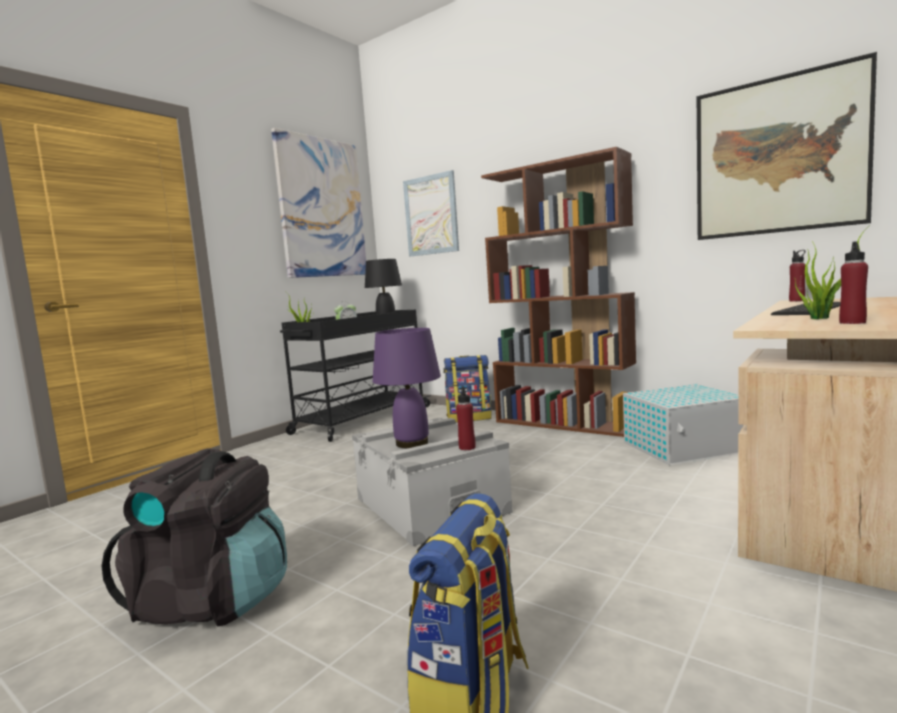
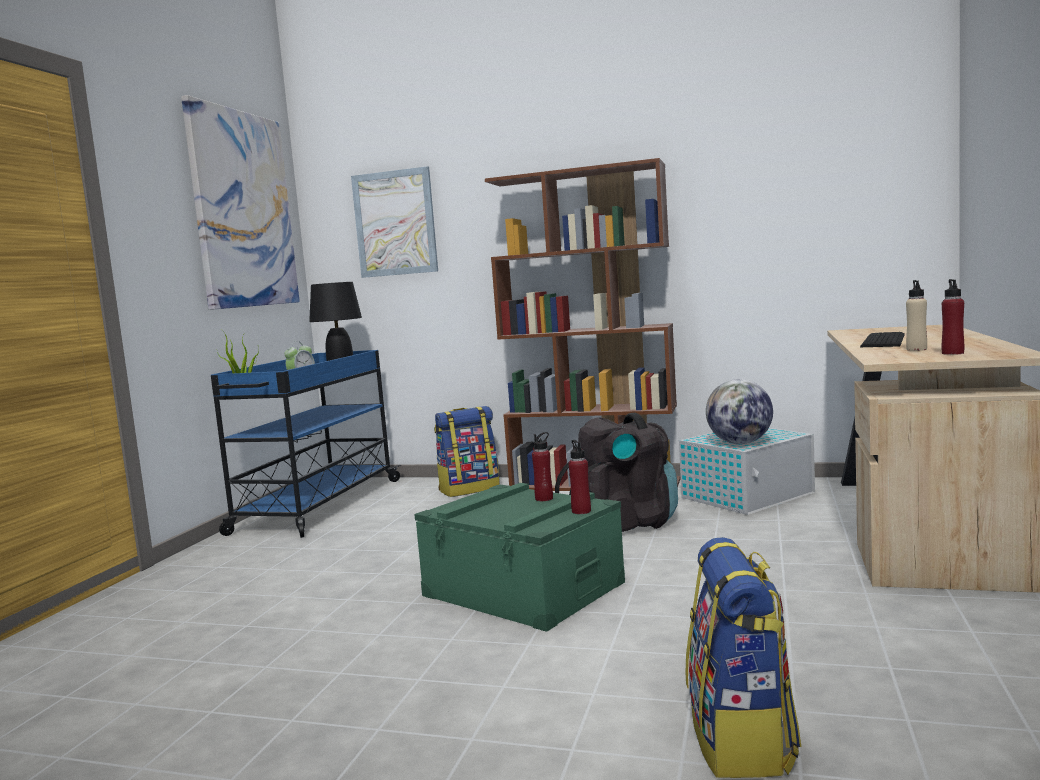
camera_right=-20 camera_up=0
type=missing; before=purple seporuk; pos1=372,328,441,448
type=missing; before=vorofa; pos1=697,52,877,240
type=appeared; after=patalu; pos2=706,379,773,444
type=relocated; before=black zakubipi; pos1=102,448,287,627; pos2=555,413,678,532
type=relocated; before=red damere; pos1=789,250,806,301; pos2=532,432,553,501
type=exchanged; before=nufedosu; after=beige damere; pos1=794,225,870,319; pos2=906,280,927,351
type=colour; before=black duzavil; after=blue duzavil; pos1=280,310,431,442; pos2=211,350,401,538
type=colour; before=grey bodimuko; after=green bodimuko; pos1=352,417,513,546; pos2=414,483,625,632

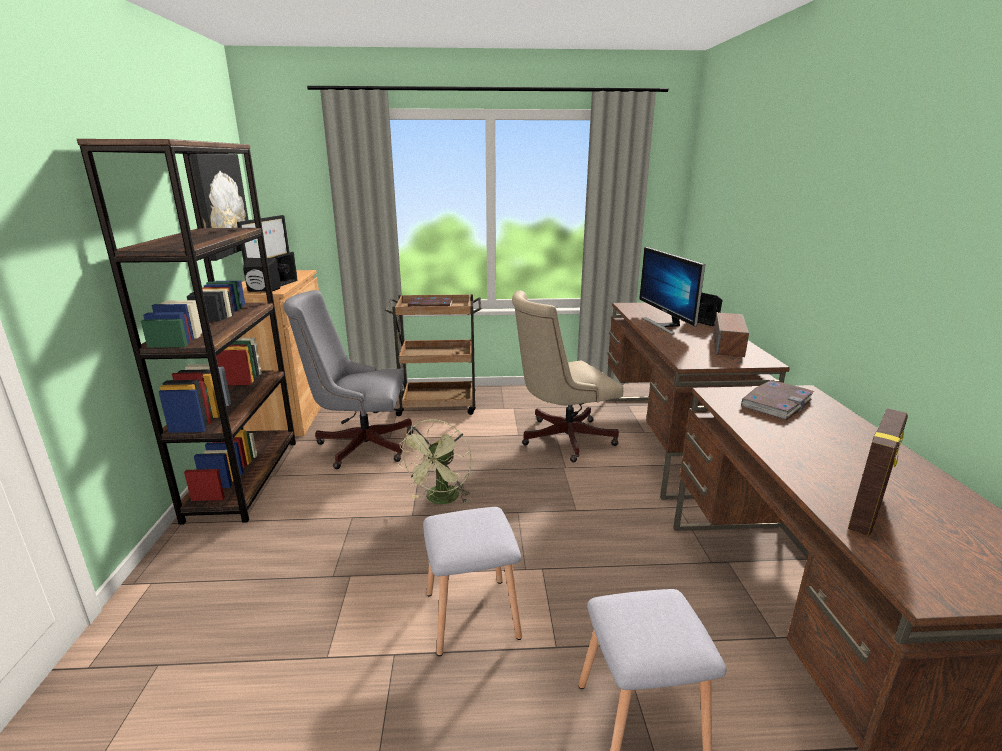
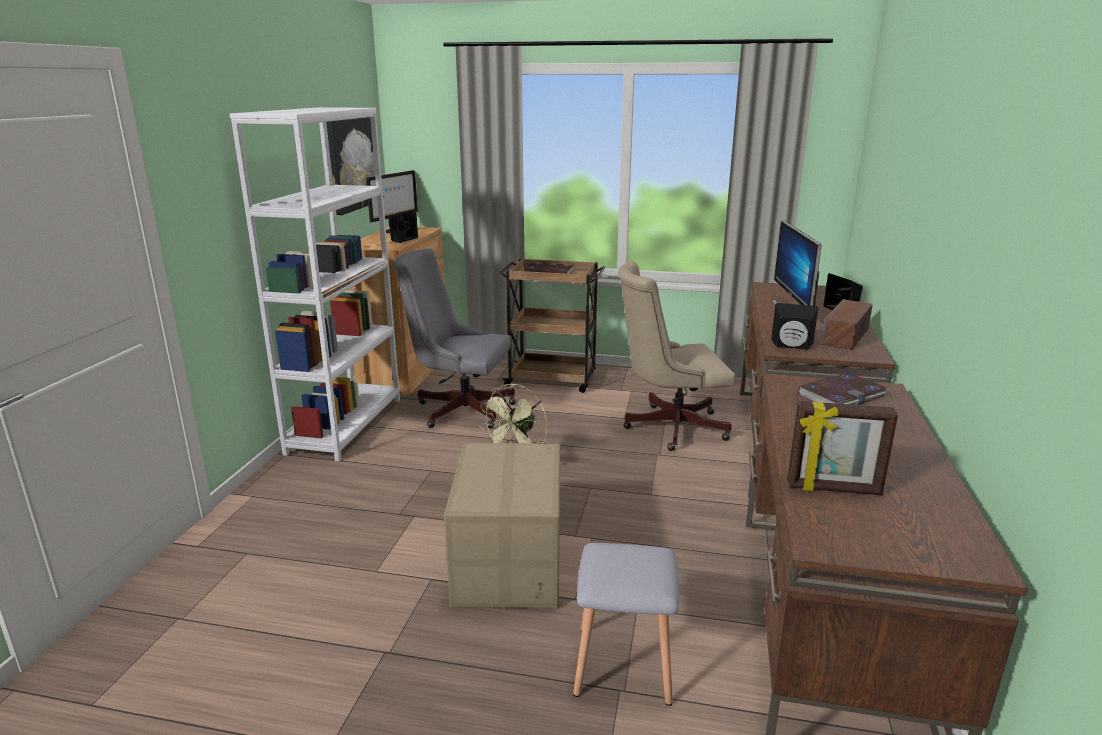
camera_right=15 camera_up=0
type=relocated; before=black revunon; pos1=243,258,280,292; pos2=771,303,818,350
type=exchanged; before=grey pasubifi; after=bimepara; pos1=423,507,522,656; pos2=444,443,560,608
type=colour; before=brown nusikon; after=white nusikon; pos1=77,139,296,525; pos2=229,107,400,462
type=spun; before=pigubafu; pos1=848,408,908,536; pos2=787,401,898,496; turn=45

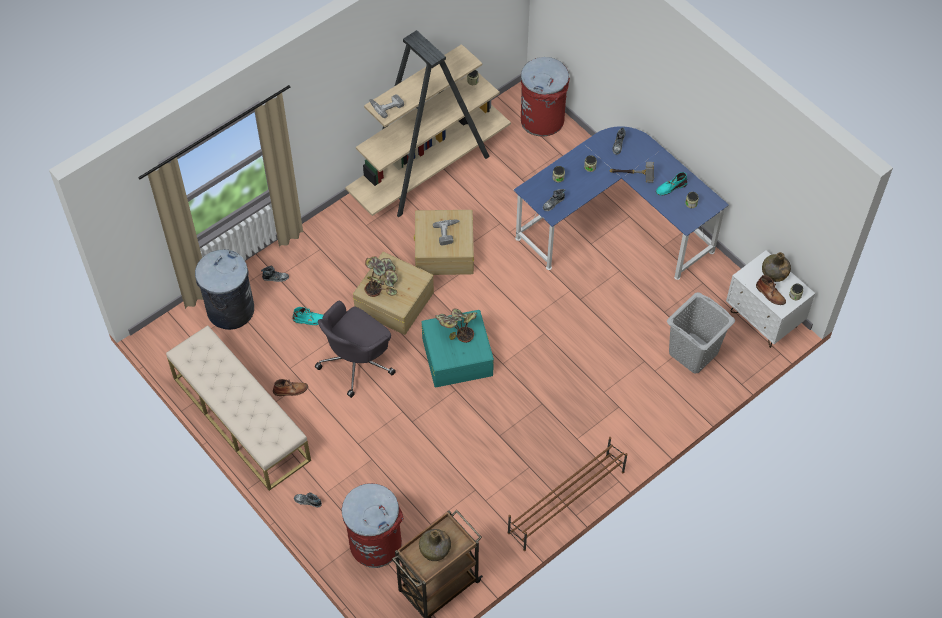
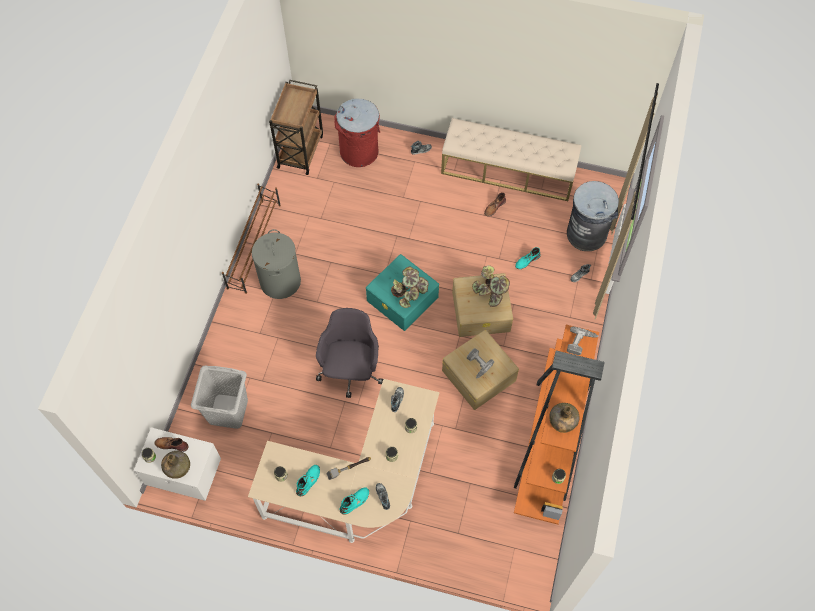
camera_right=145 camera_up=5
type=missing; before=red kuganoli; pos1=521,57,570,137
type=appeared; after=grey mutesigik; pos2=252,229,301,299
type=appeared; after=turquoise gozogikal; pos2=339,487,369,515
type=relocated; before=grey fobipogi; pos1=315,300,396,398; pos2=316,308,383,398
type=relocated; before=green damere; pos1=419,529,451,561; pos2=549,403,580,433
type=colour; before=beige nusikon; after=orange nusikon; pos1=345,30,511,217; pos2=514,325,605,524
type=colour; before=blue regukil; after=beige regukil; pos1=513,126,729,280; pos2=248,379,440,543

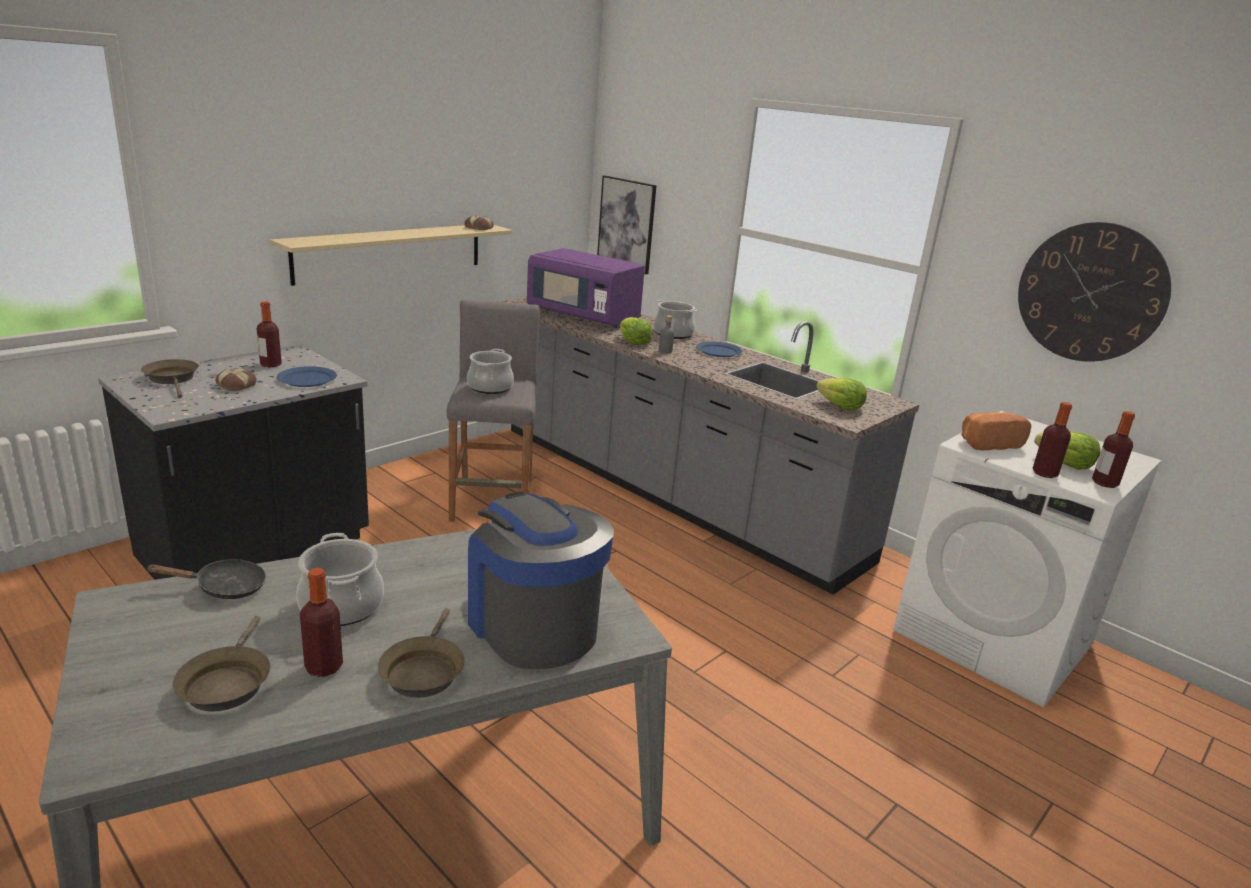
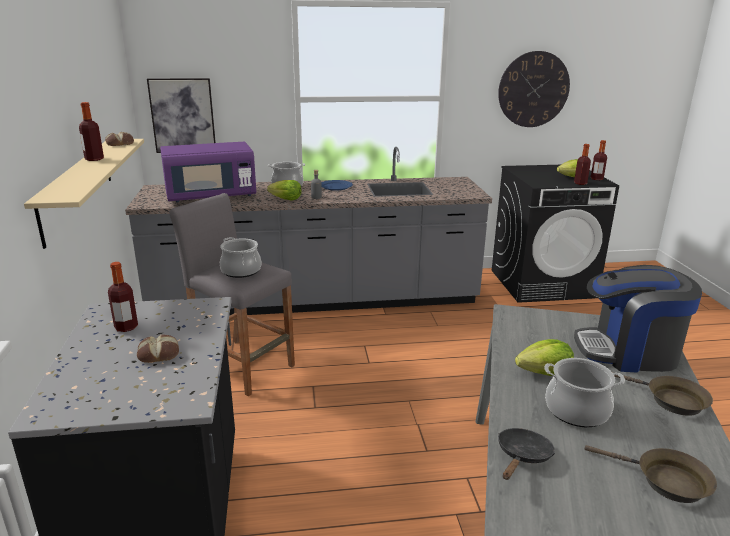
camera_right=-50 camera_up=0
type=missing; before=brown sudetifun; pos1=141,359,198,398
type=missing; before=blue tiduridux; pos1=277,366,337,387
type=missing; before=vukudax; pos1=961,412,1031,450
type=relocated; before=damere; pos1=300,568,343,677; pos2=79,102,104,161
type=relocated; before=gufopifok; pos1=816,378,867,411; pos2=515,339,574,376
type=colour; before=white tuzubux; after=black tuzubux; pos1=893,411,1162,707; pos2=492,165,619,303

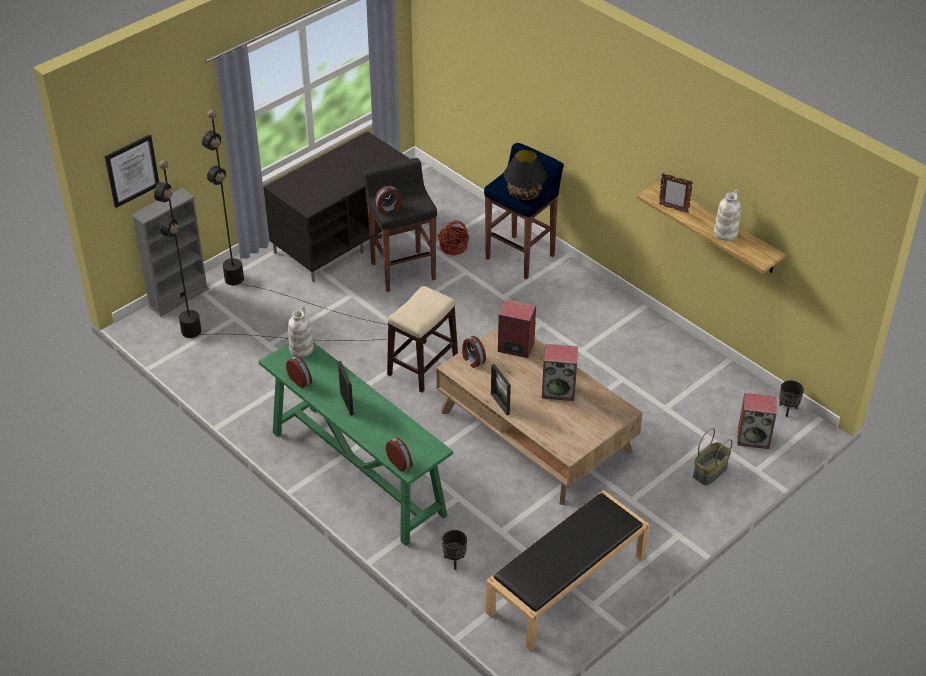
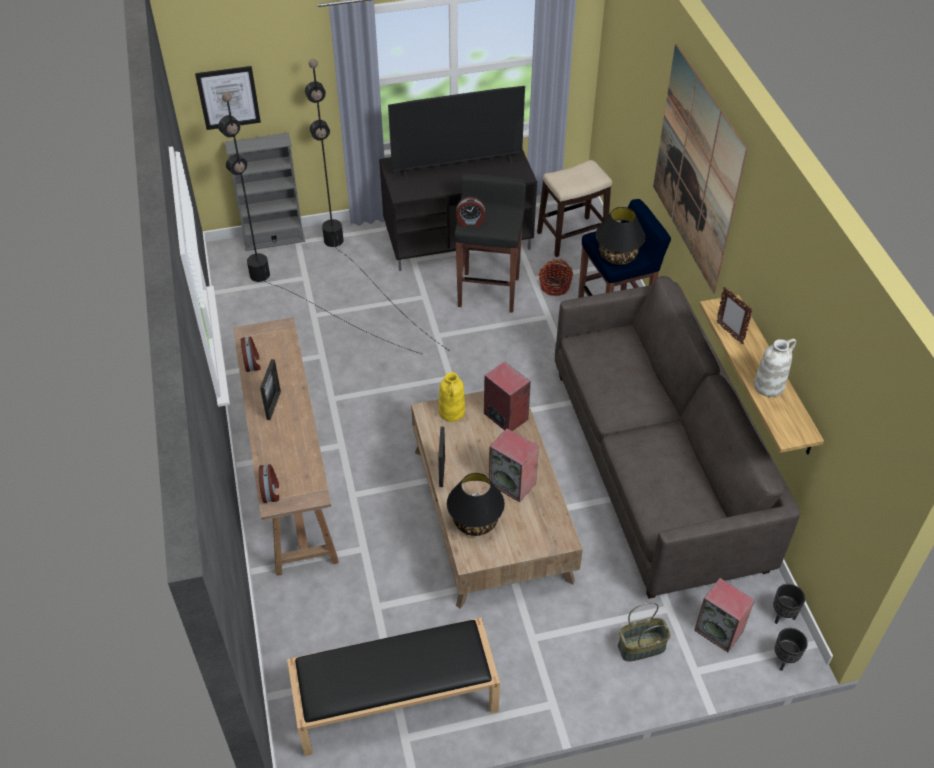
camera_right=30 camera_up=5
type=missing; before=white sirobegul; pos1=288,306,314,357
type=appeared; after=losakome; pos2=388,86,525,180
type=appeared; after=black seporuk; pos2=447,473,505,536
type=appeared; after=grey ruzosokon; pos2=555,276,800,599
type=appeared; after=vorofa; pos2=653,44,748,294
type=relocated; before=pasubifi; pos1=387,286,458,393; pos2=537,160,612,257
type=relocated; before=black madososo; pos1=442,530,467,570; pos2=774,628,808,671
type=exchanged; before=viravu; after=yellow sirobegul; pos1=462,336,486,368; pos2=439,372,465,422
type=colour; before=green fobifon; after=brown fobifon; pos1=259,342,453,546; pos2=233,317,339,576

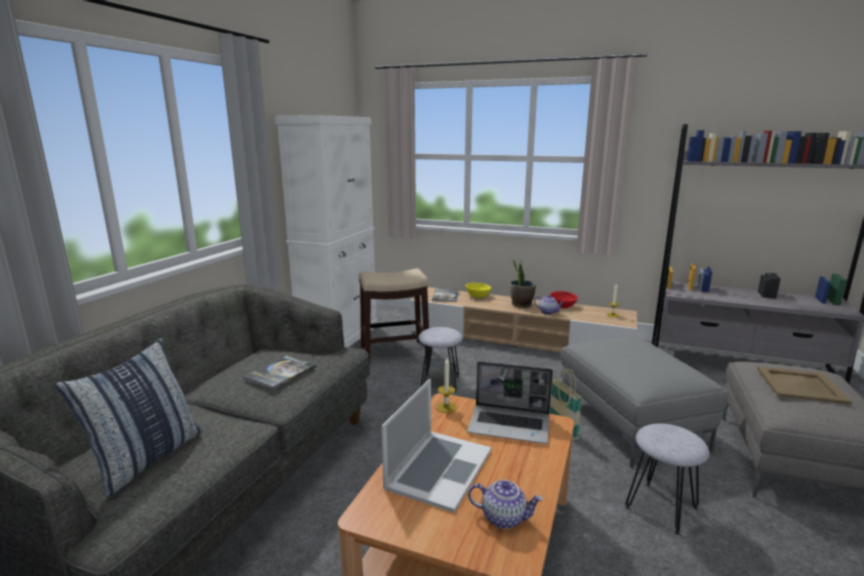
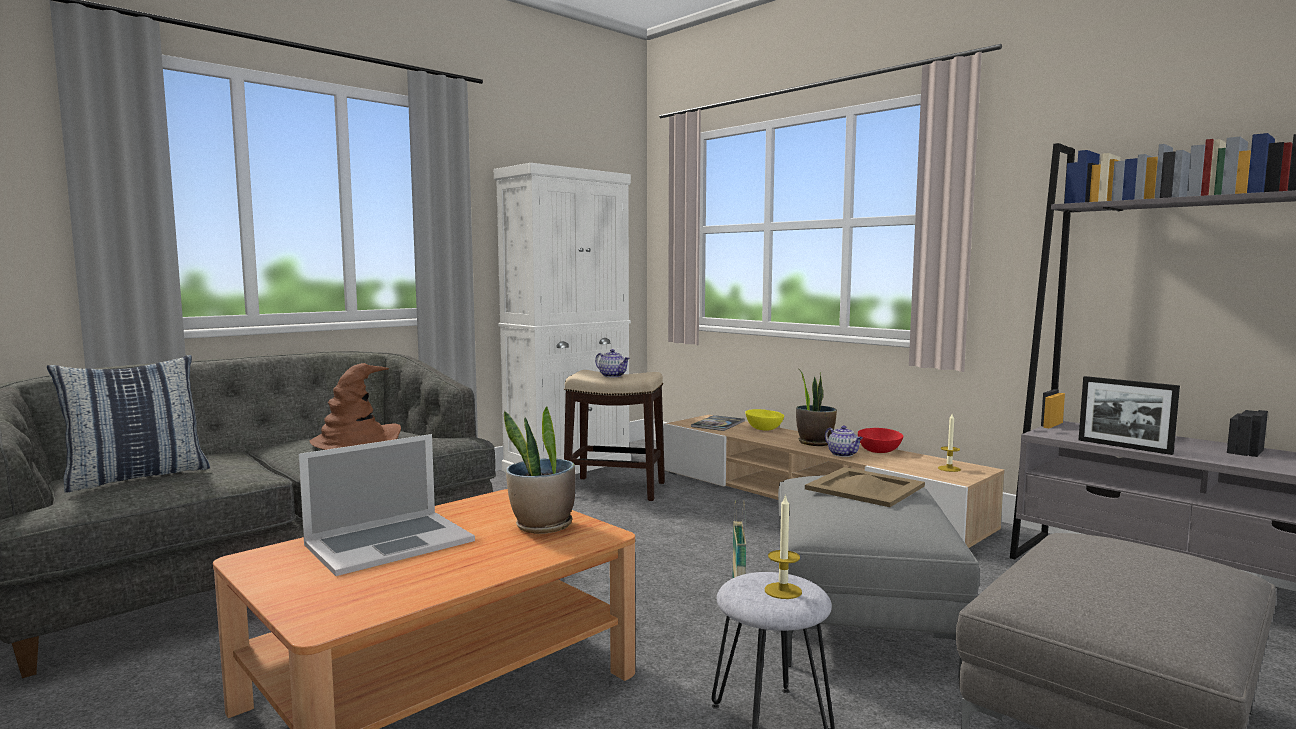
camera_right=25 camera_up=-10
type=missing; before=grey pasubifi; pos1=419,327,463,393
type=appeared; after=pigubafu; pos2=1079,376,1180,455
type=relocated; before=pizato; pos1=436,358,457,413; pos2=765,494,802,599
type=relocated; before=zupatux; pos1=468,480,543,529; pos2=595,349,630,377
type=relocated; before=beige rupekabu; pos1=757,366,852,405; pos2=805,467,925,507
type=exchanged; before=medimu; after=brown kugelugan; pos1=243,356,316,390; pos2=310,363,401,450
type=exchanged; before=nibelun; after=nufedosu; pos1=467,361,553,444; pos2=504,406,575,534

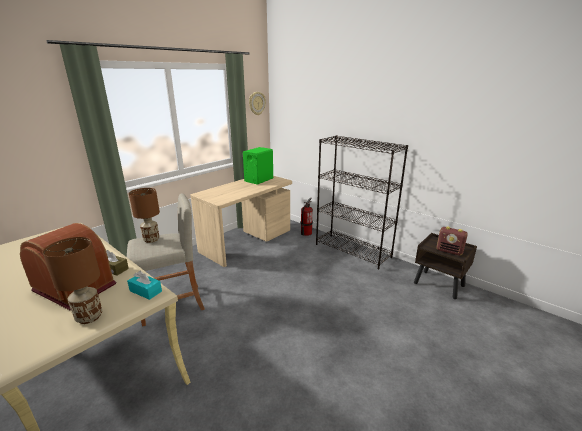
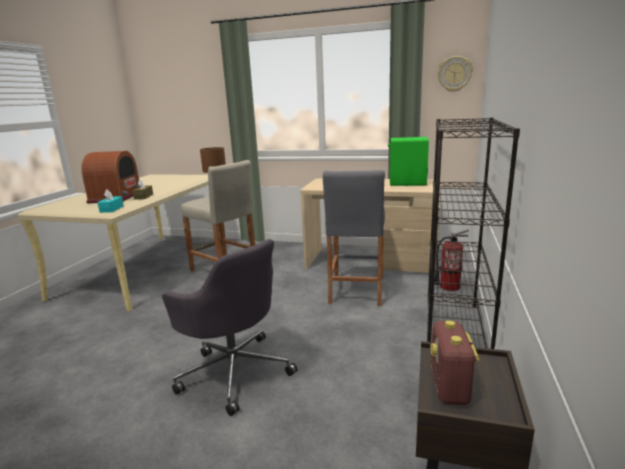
camera_right=65 camera_up=-5
type=missing; before=brown seporuk; pos1=42,237,102,324
type=appeared; after=grey fobipogi; pos2=162,239,297,416
type=appeared; after=grey pasubifi; pos2=323,170,385,306

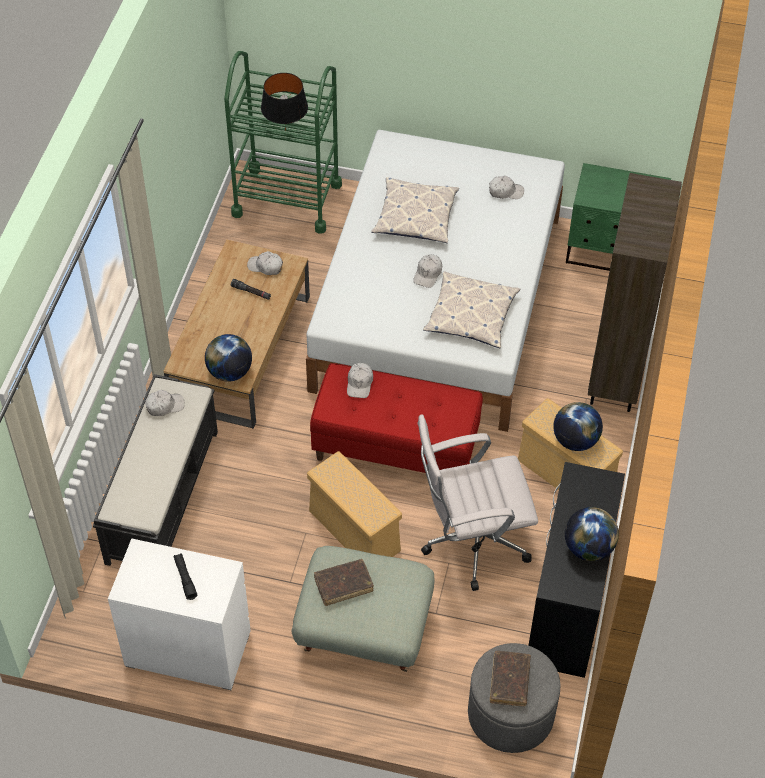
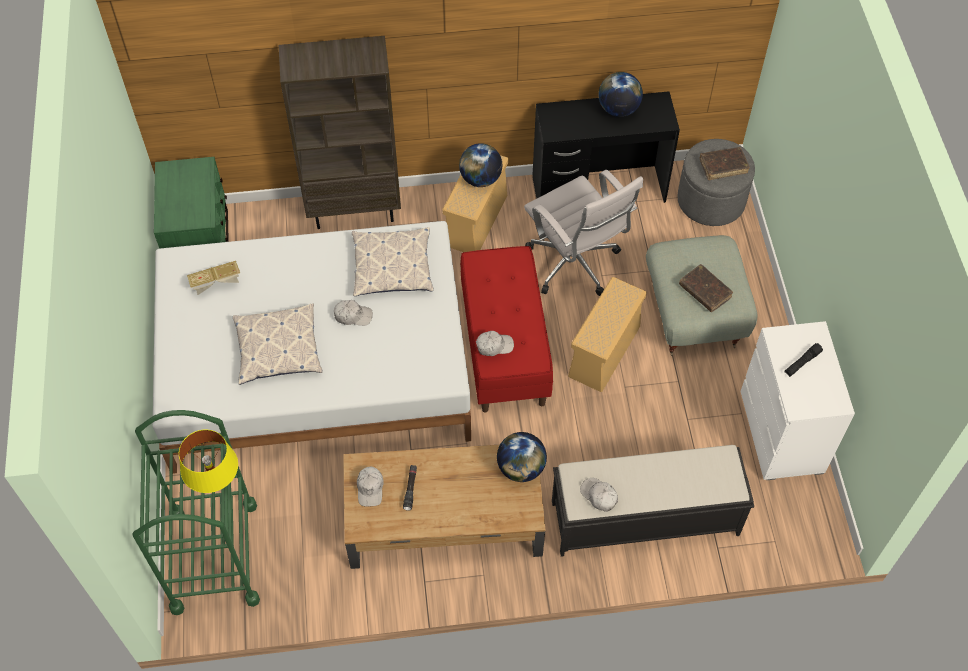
camera_right=-110 camera_up=5
type=exchanged; before=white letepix; after=medimu; pos1=489,176,524,199; pos2=187,261,240,295
type=colour; before=black seporuk; after=yellow seporuk; pos1=261,73,308,131; pos2=179,430,238,493

